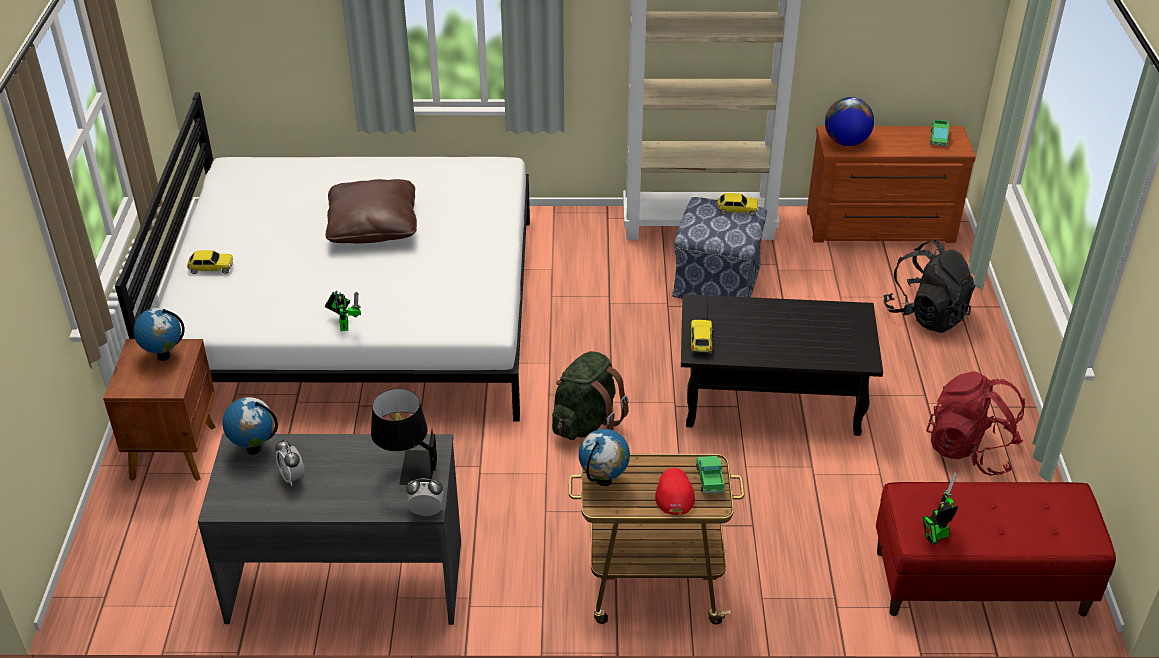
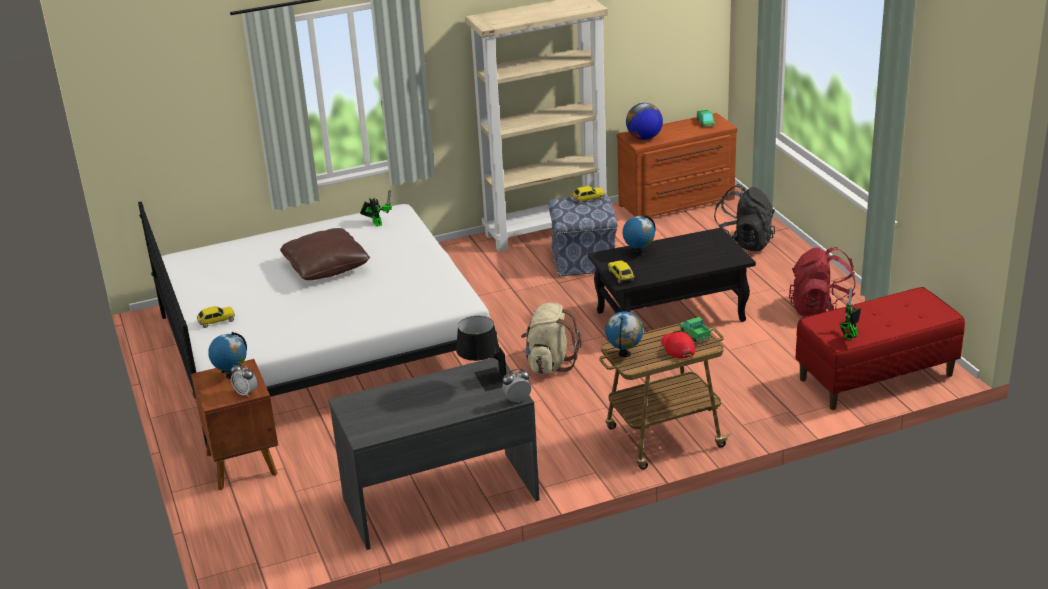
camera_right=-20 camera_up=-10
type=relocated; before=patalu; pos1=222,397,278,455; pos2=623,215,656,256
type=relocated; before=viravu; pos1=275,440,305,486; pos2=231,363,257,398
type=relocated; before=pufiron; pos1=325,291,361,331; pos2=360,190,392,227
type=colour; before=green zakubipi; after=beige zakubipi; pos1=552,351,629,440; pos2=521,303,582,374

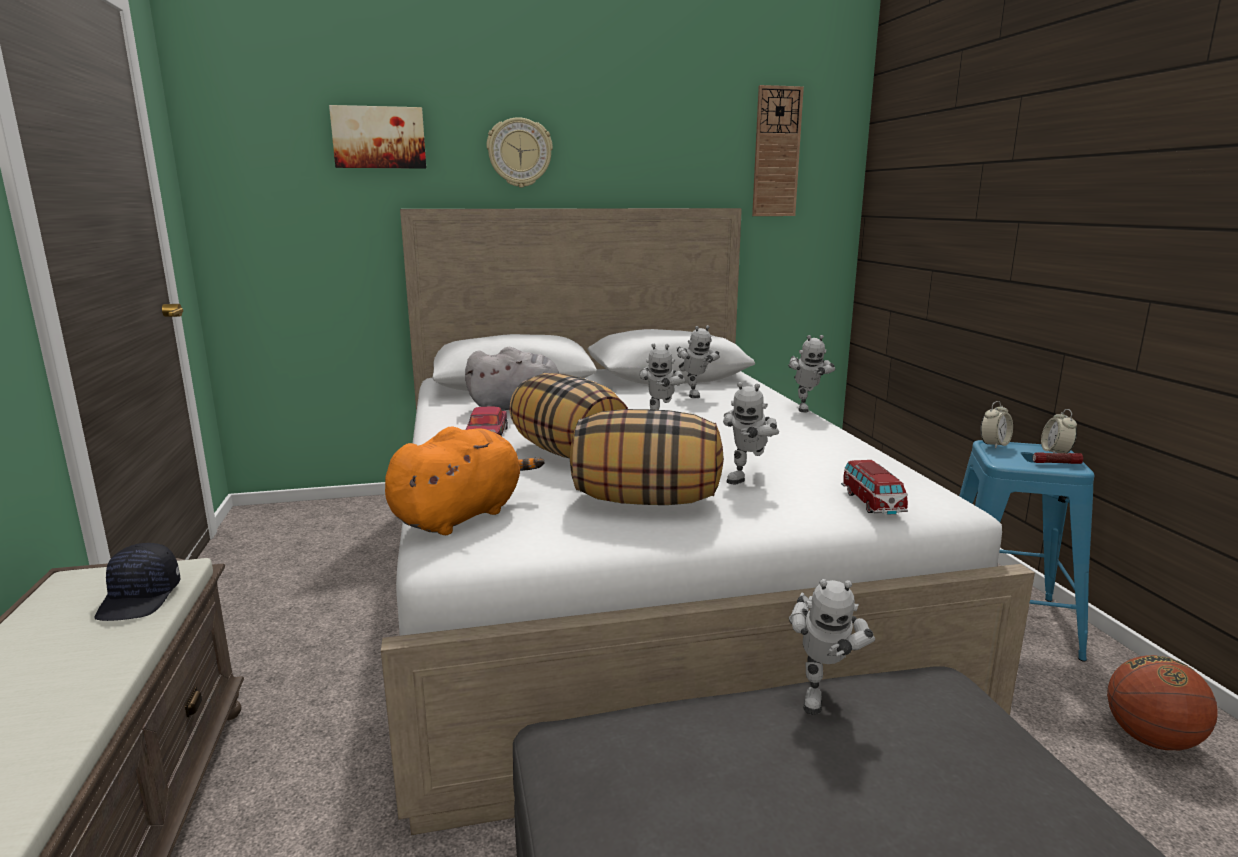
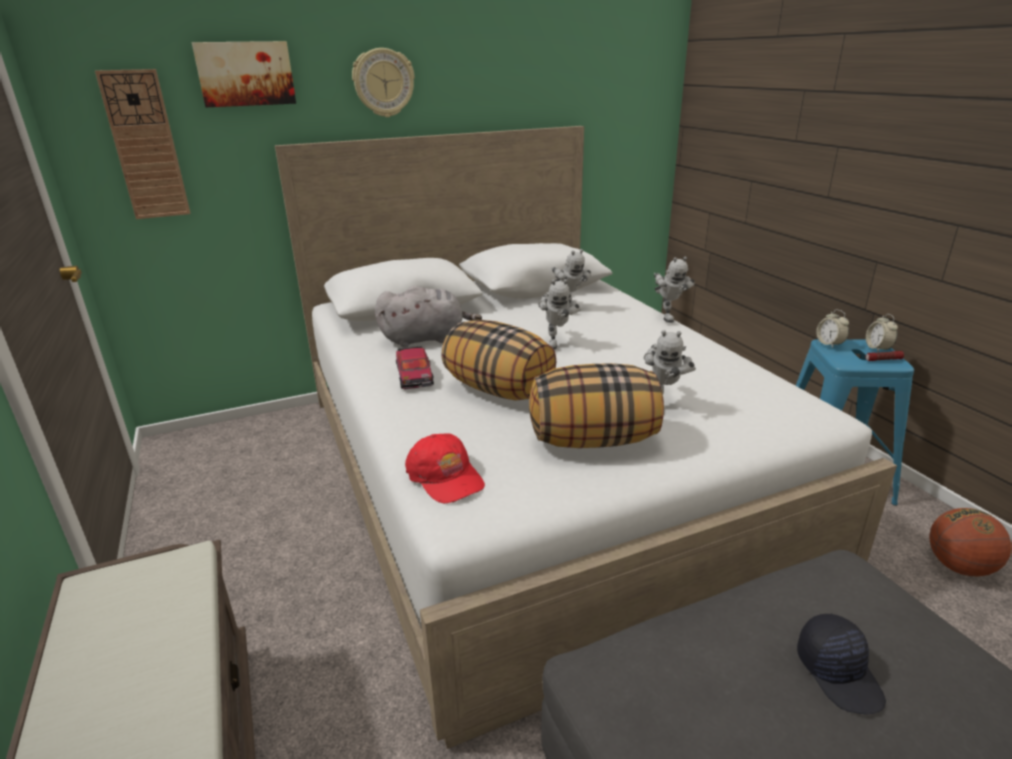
camera_right=-10 camera_up=10
type=missing; before=pufiron; pos1=789,579,875,715
type=missing; before=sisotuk; pos1=841,460,908,515
type=relocated; before=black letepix; pos1=94,543,180,621; pos2=797,614,886,714
type=relocated; before=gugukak; pos1=752,85,804,216; pos2=95,69,191,219
type=exchanged; before=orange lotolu; after=red letepix; pos1=385,426,545,535; pos2=405,434,485,504
type=spun; before=viravu; pos1=981,401,1013,449; pos2=816,310,849,348; turn=120

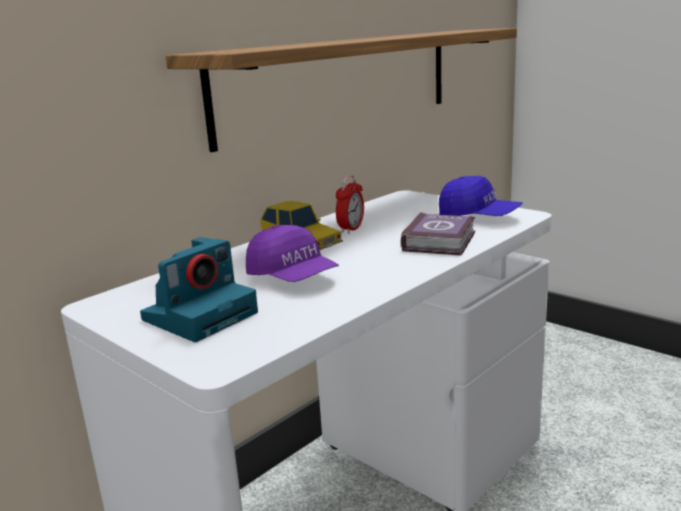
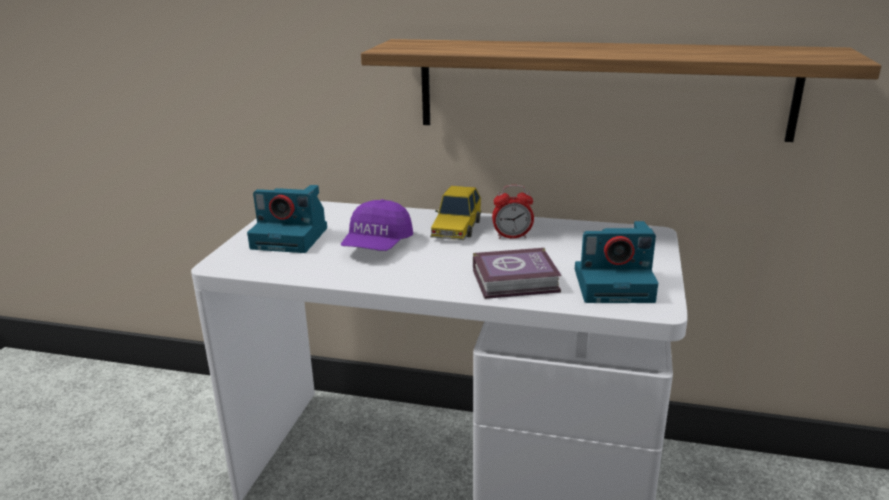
camera_right=60 camera_up=5
type=exchanged; before=blue letepix; after=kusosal; pos1=439,176,523,216; pos2=575,221,658,303

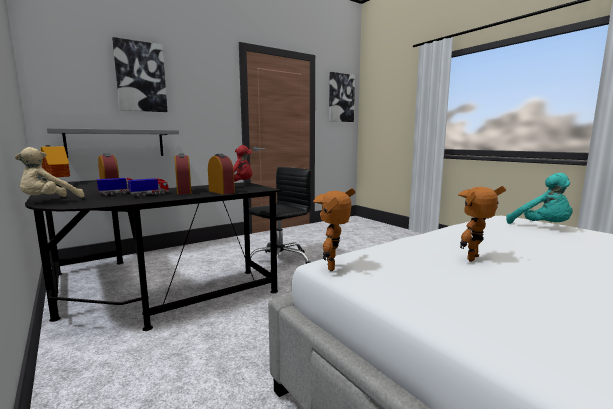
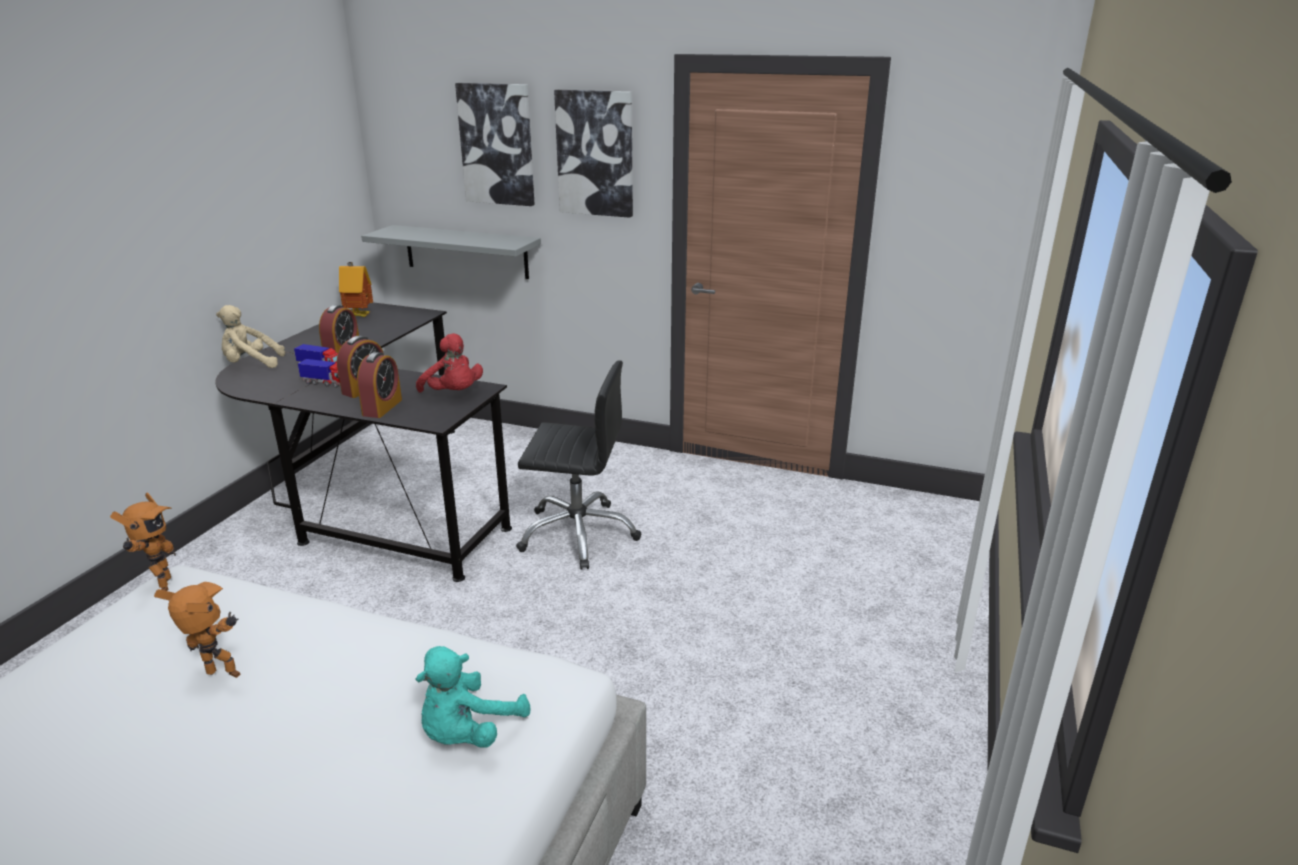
camera_right=55 camera_up=15
type=relocated; before=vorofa; pos1=329,72,355,122; pos2=554,90,633,218
type=spun; before=pufiron; pos1=313,188,356,271; pos2=110,492,176,591; turn=105

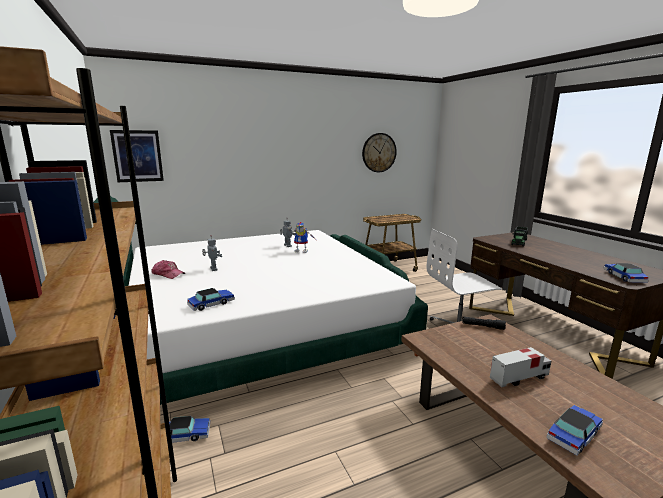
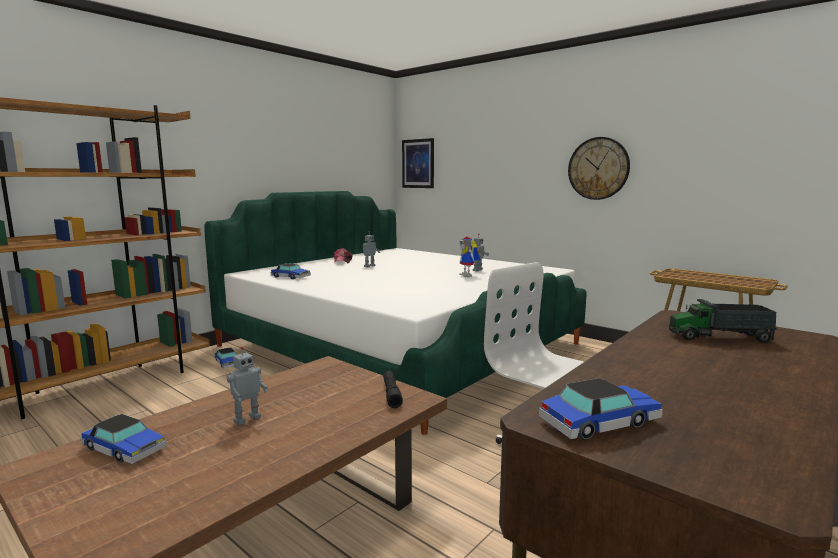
camera_right=65 camera_up=-5
type=relocated; before=gugukak; pos1=362,133,397,172; pos2=568,137,630,200
type=exchanged; before=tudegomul; after=pufiron; pos1=490,347,551,387; pos2=227,346,268,425

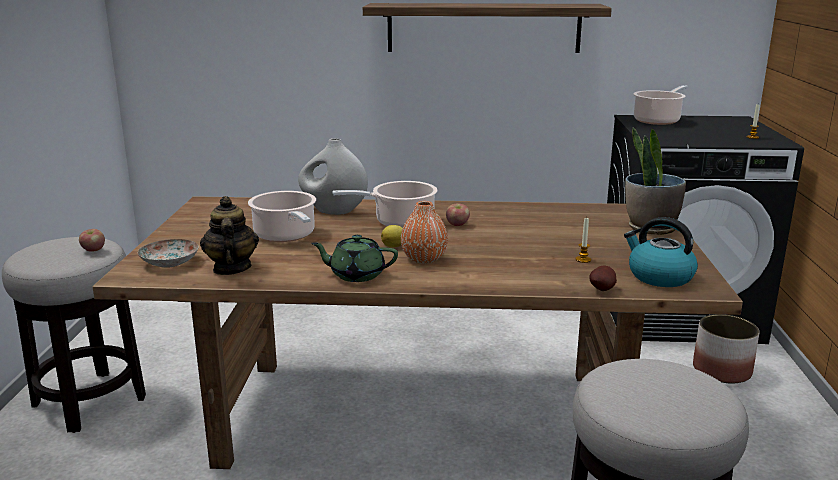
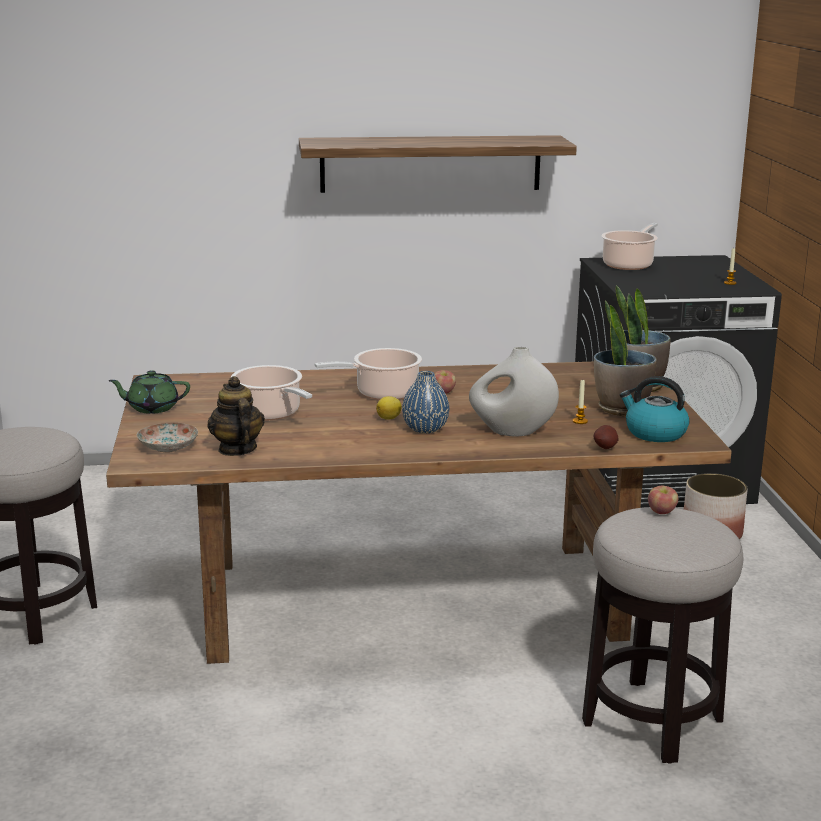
camera_right=-10 camera_up=0
type=appeared; after=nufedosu; pos2=594,300,657,416
type=relocated; before=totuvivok; pos1=79,229,105,252; pos2=648,486,678,514
type=relocated; before=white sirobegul; pos1=298,138,368,215; pos2=469,347,559,436
type=relocated; before=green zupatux; pos1=311,235,398,282; pos2=108,370,190,414
type=colour; before=orange sirobegul; after=blue sirobegul; pos1=401,201,448,263; pos2=402,371,449,433

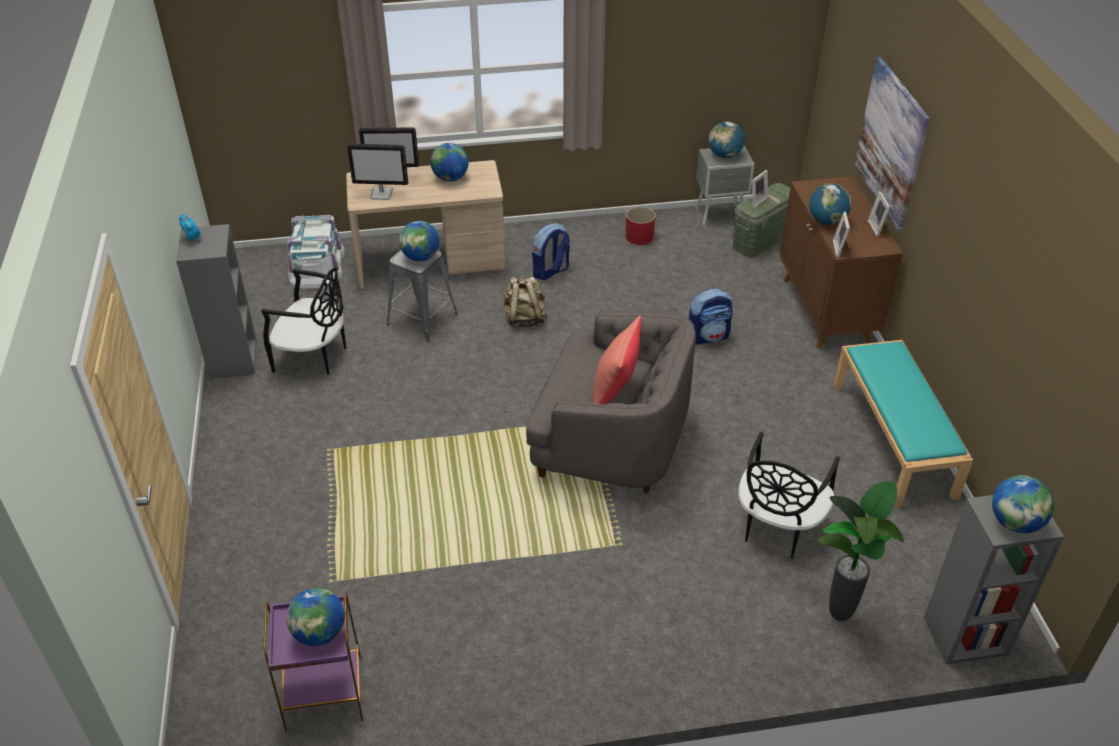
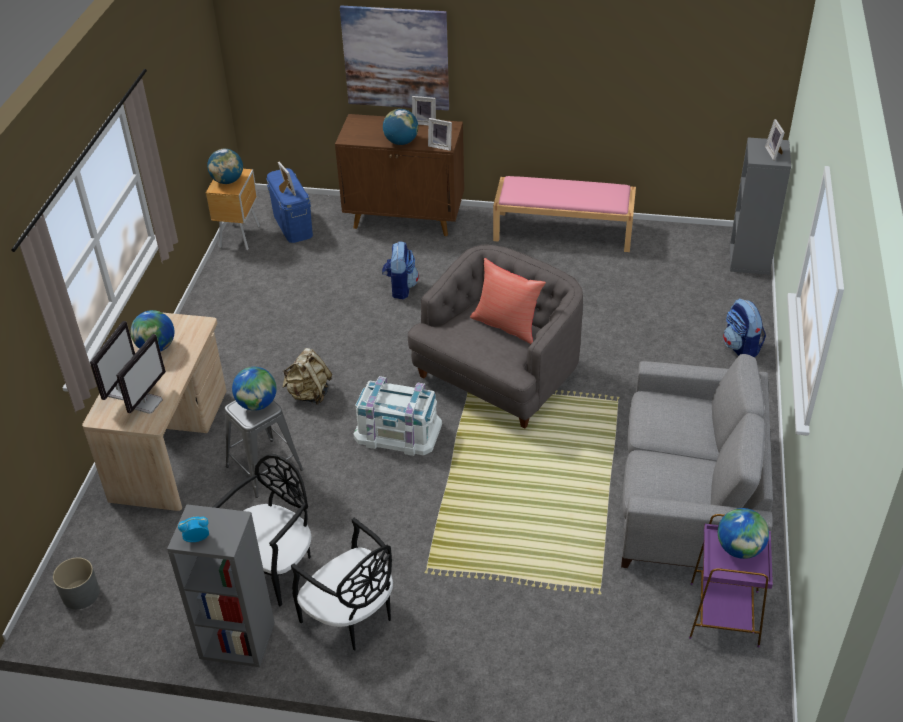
camera_right=-70 camera_up=0
type=missing; before=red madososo; pos1=626,207,656,245
type=missing; before=nufedosu; pos1=818,481,904,621
type=appeared; after=grey madososo; pos2=53,557,100,609
type=appeared; after=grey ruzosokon; pos2=621,354,773,568
type=relocated; before=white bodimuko; pos1=287,215,345,289; pos2=354,376,442,456
type=relocated; before=zakubipi; pos1=532,223,570,280; pos2=723,298,766,357
type=relocated; before=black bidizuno; pos1=738,432,840,558; pos2=291,518,393,651
type=exchanged; before=patalu; after=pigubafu; pos1=992,475,1054,533; pos2=765,119,785,160
type=colour; before=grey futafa; after=brown futafa; pos1=695,145,754,226; pos2=206,169,260,250
type=colour; before=green bodimuko; after=blue bodimuko; pos1=733,183,790,258; pos2=266,168,313,243
type=colour; before=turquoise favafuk; after=pink favafuk; pos1=834,340,973,507; pos2=493,176,636,252

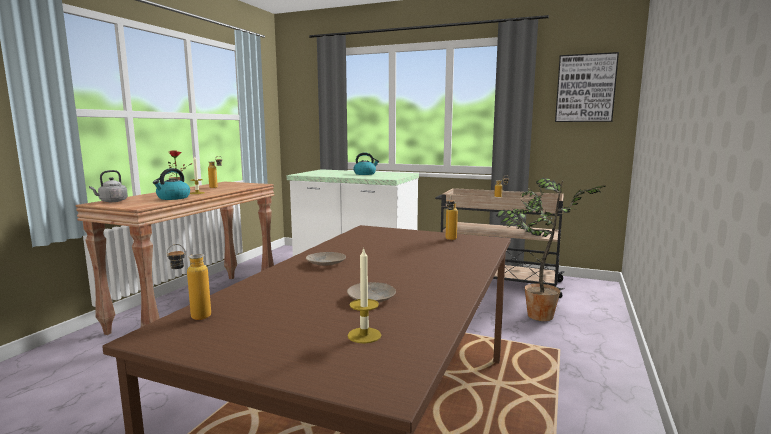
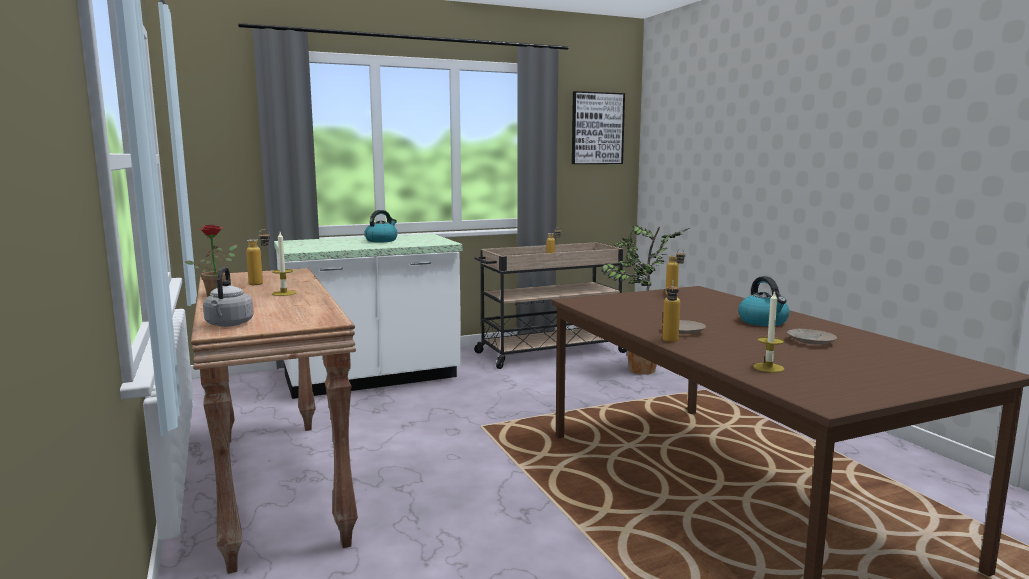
camera_right=-45 camera_up=0
type=relocated; before=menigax; pos1=153,168,190,200; pos2=738,276,789,326
type=relocated; before=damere; pos1=167,244,211,320; pos2=663,282,680,342
type=relocated; before=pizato; pos1=347,248,381,343; pos2=753,291,784,373

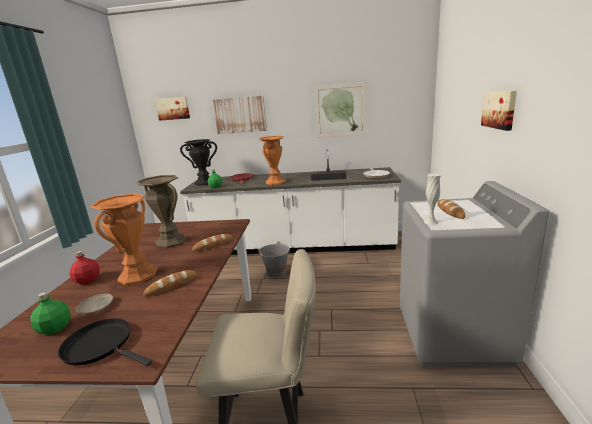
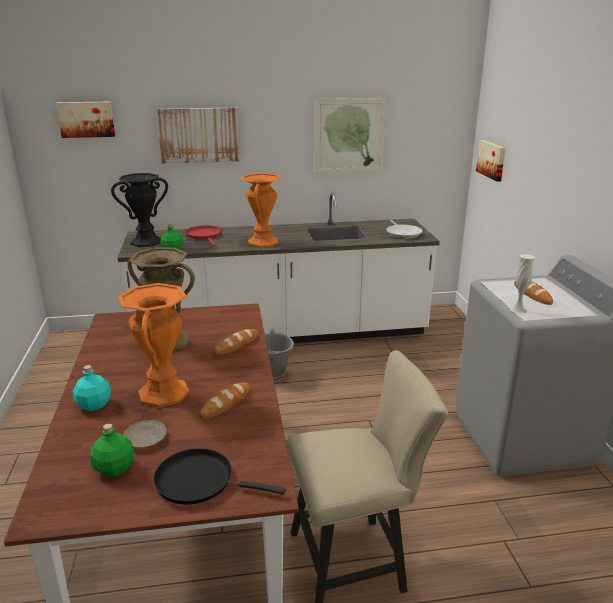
camera_right=-15 camera_up=5
type=relocated; before=vorofa; pos1=481,91,517,131; pos2=476,140,506,182
type=colour; before=red damere; after=turquoise damere; pos1=69,251,99,285; pos2=73,365,111,411

